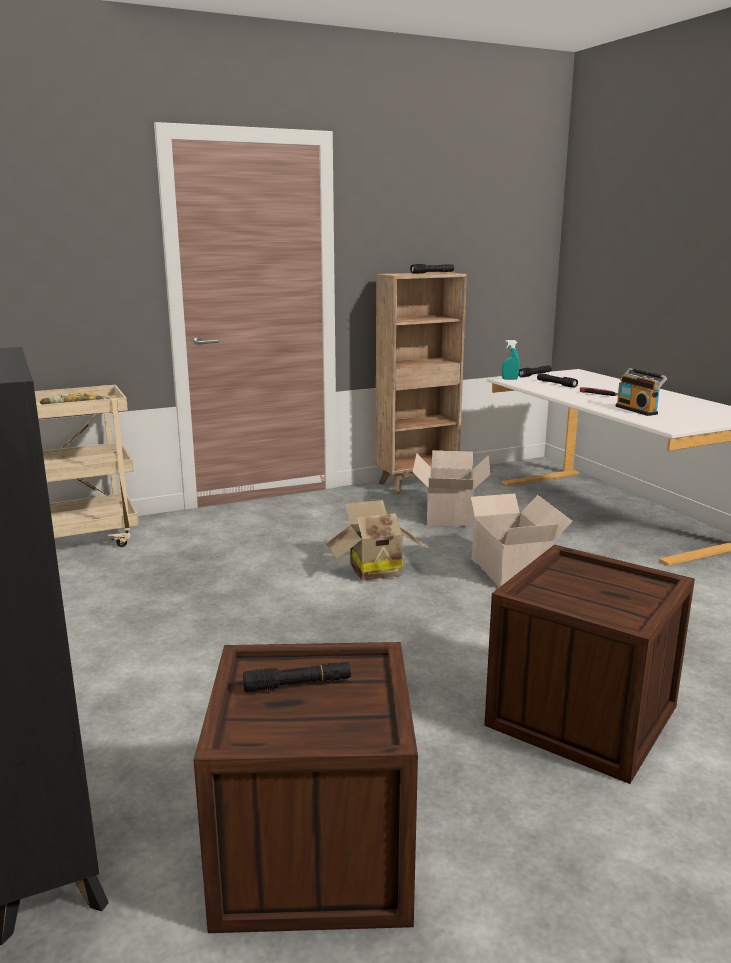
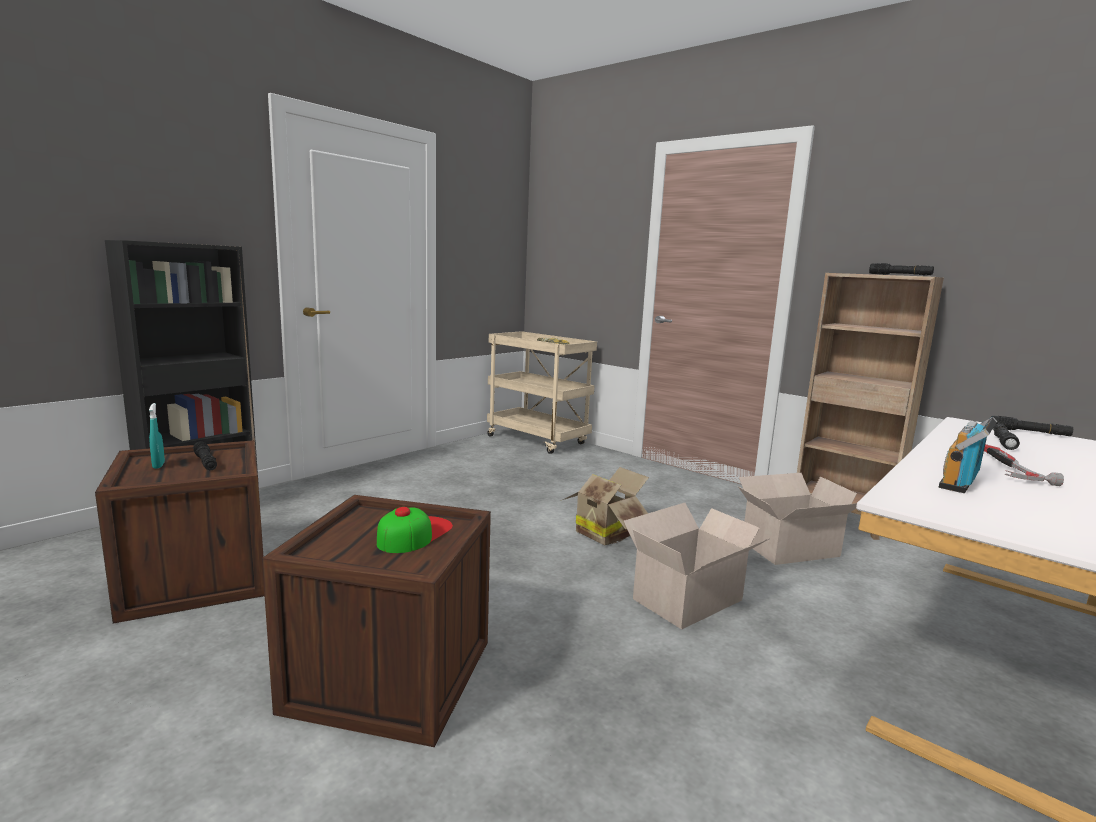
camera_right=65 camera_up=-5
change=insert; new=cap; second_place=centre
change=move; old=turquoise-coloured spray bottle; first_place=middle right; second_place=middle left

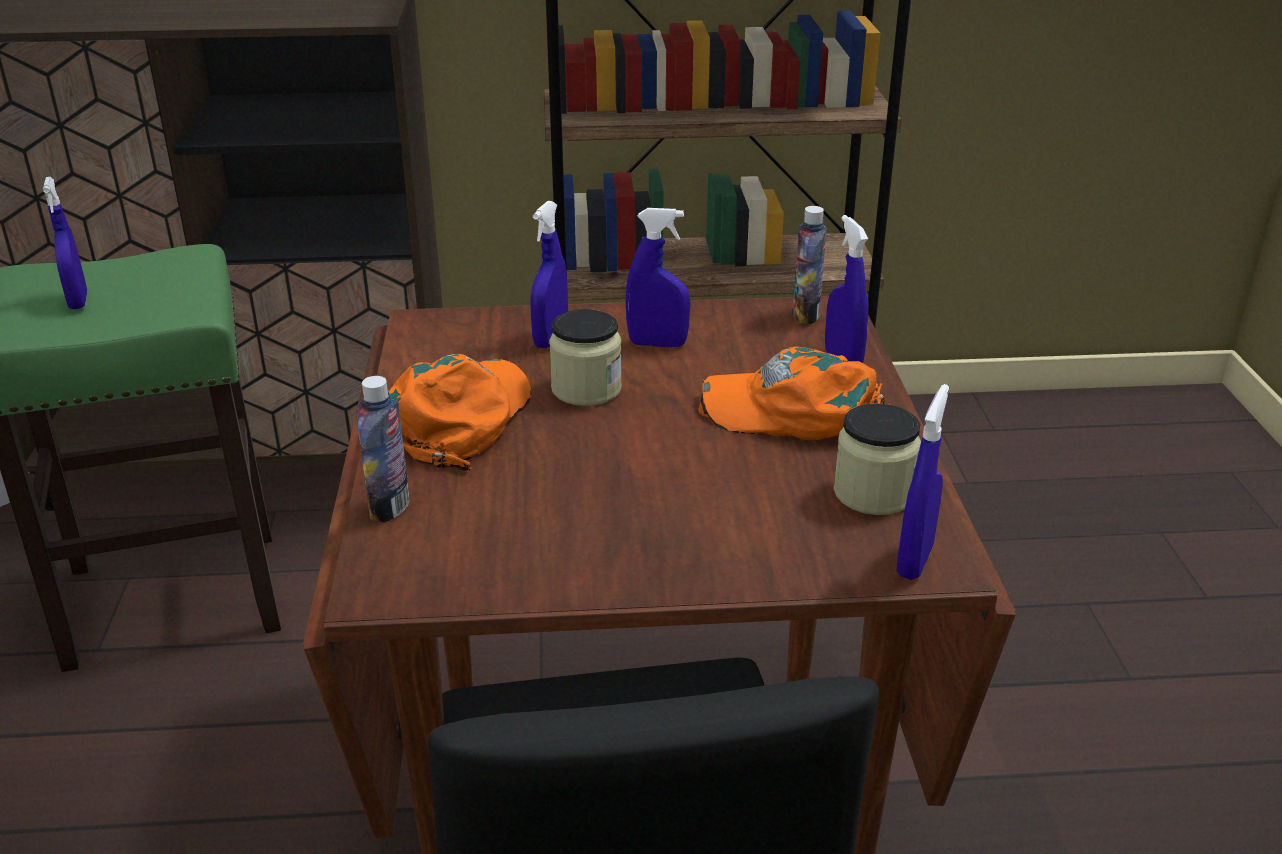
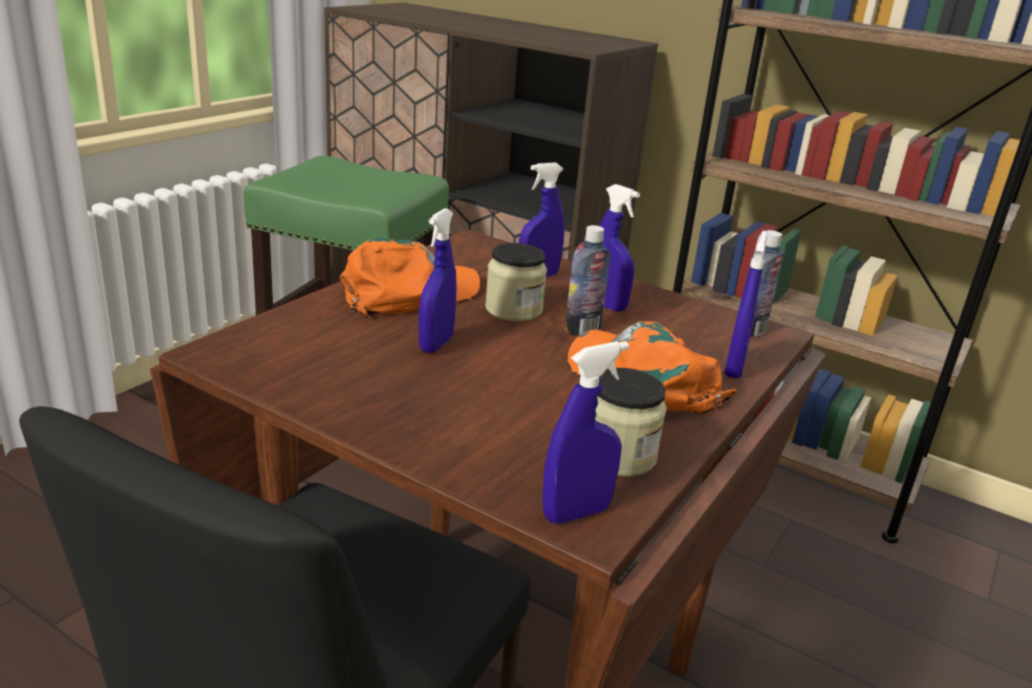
camera_right=35 camera_up=-5
change=move; old=blue-coloured spray bottle (1st from left); first_place=top left; second_place=centre
change=move; old=drink bottle (1st from left); first_place=middle left; second_place=centre

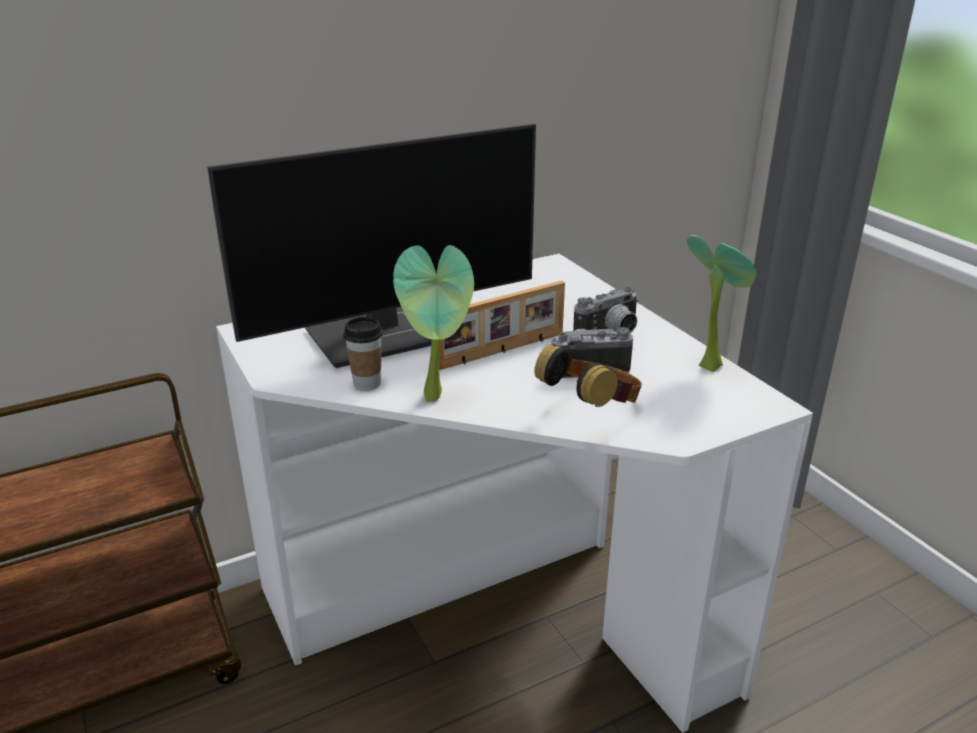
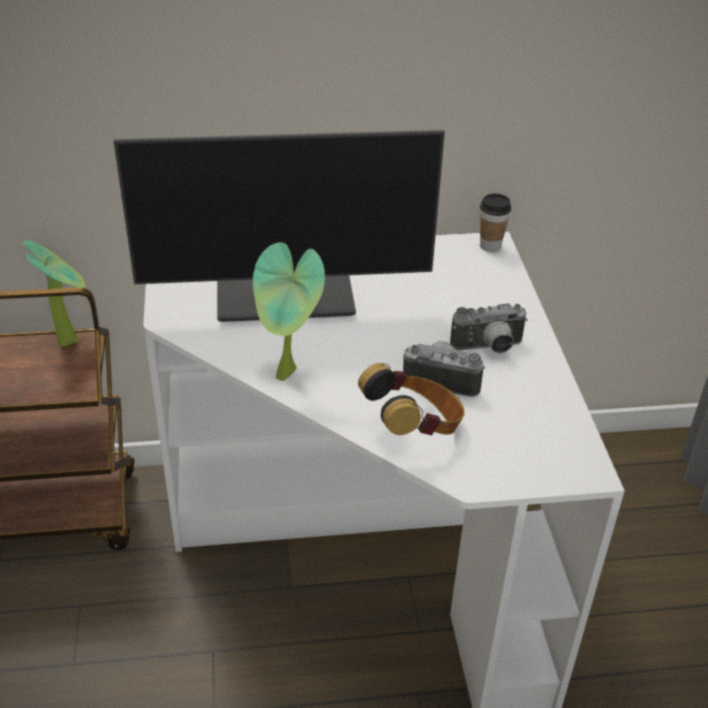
camera_right=20 camera_up=10
change=delete; old=photo frame; first_place=centre
change=move; old=drinking cup; first_place=centre; second_place=top right
change=move; old=potted plant (2nd from left in the first image); new=potted plant (1st from left); first_place=middle right; second_place=middle left

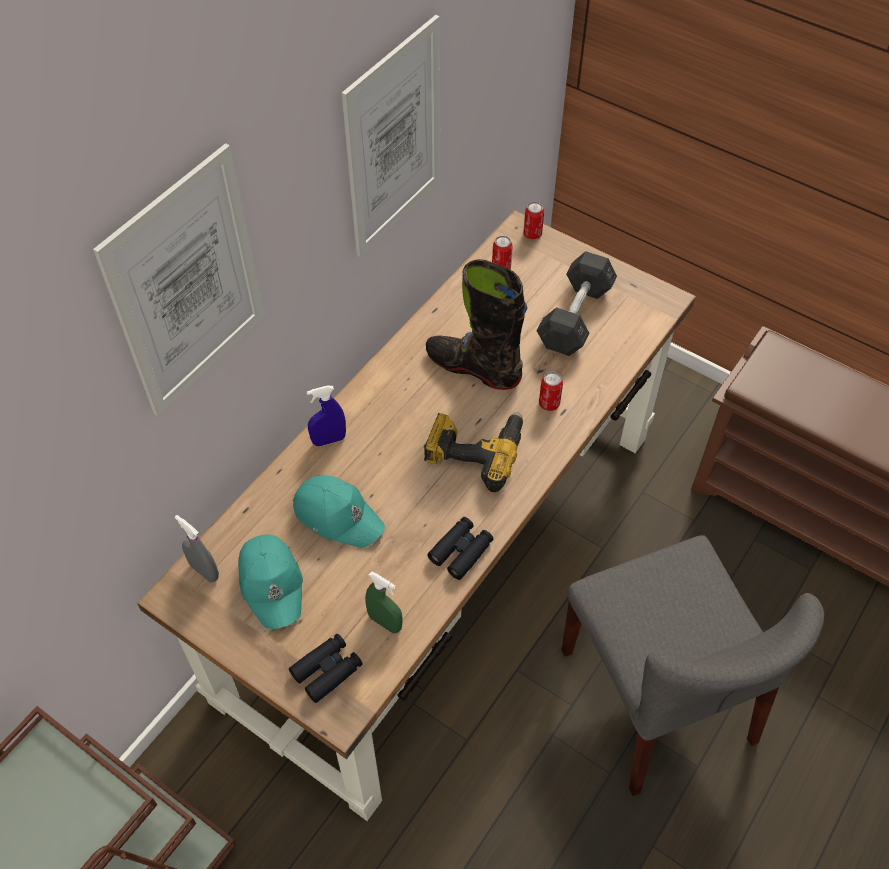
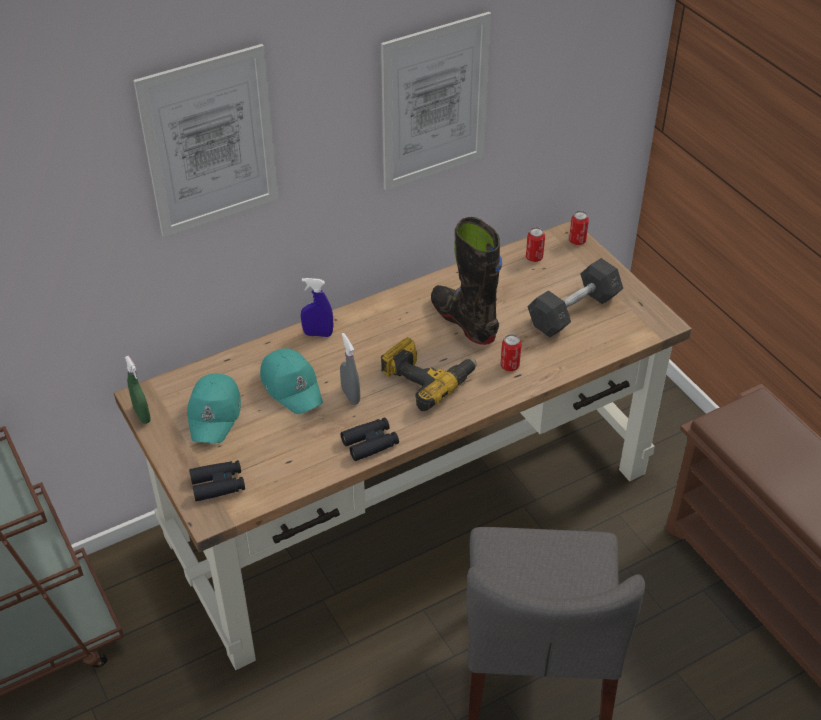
camera_right=25 camera_up=-10
change=move; old=grey spray bottle; first_place=middle left; second_place=centre
change=move; old=green-coloured spray bottle; first_place=bottom centre; second_place=middle left

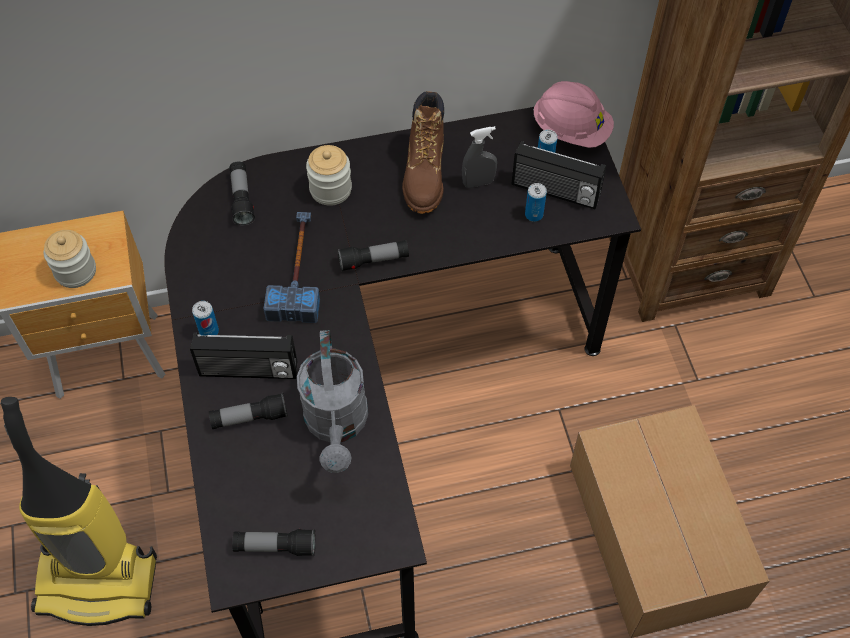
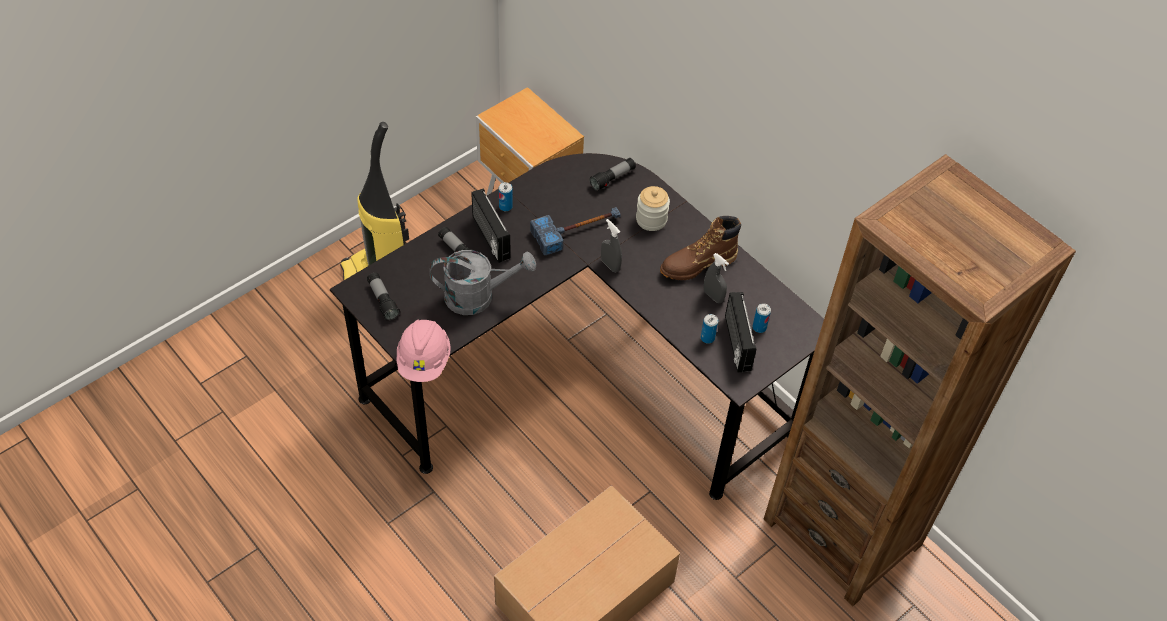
camera_right=60 camera_up=-5
change=delete; old=preserve jar (1st from left); first_place=middle left
change=move; old=pinkish safety helmet; first_place=top right; second_place=centre
change=replace; old=flashlight (4th from left); new=grey spray bottle (1st from left); first_place=centre; second_place=centre
change=rotate; old=grey sprinkling can; first_place=centre; second_place=centre; degrees=-150

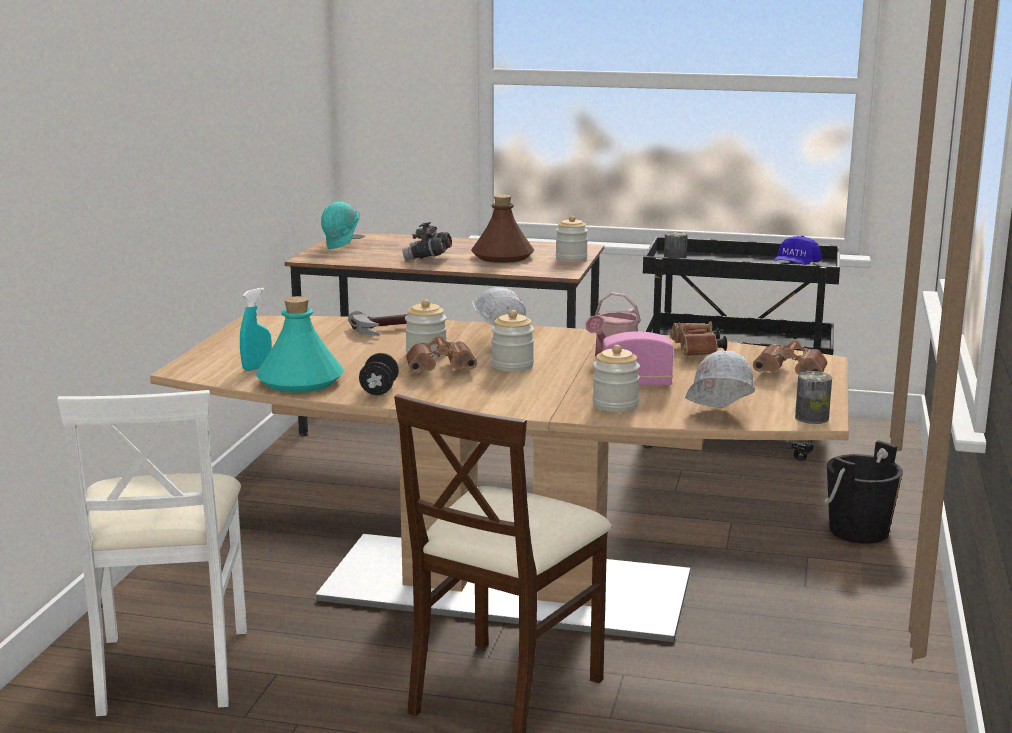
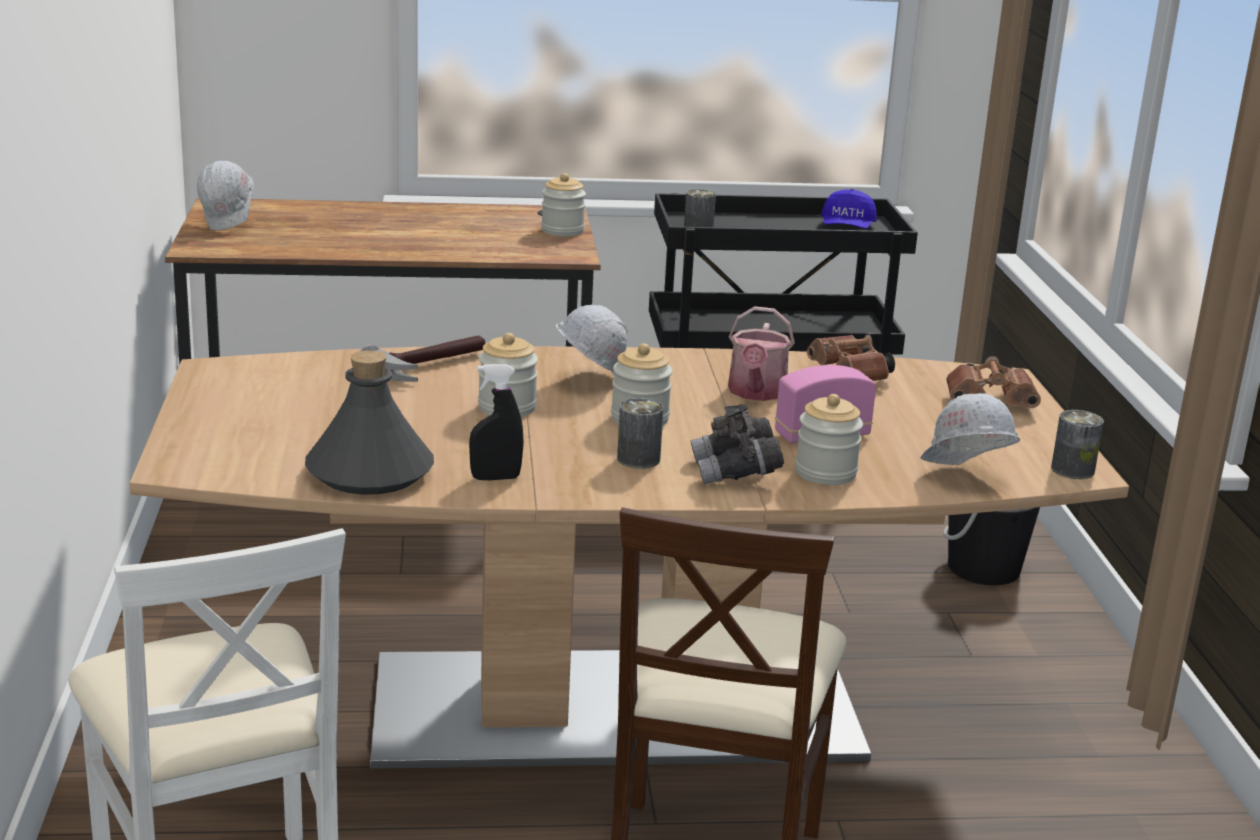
camera_right=-20 camera_up=5
change=delete; old=turquoise-coloured spray bottle; first_place=middle left
change=delete; old=brown pair of binoculars (1st from left); first_place=centre
change=delete; old=brown drink bottle; first_place=top centre
change=insert; new=can (1st from left); second_place=centre
change=move; old=grey pair of binoculars; first_place=top centre; second_place=centre
change=replace; old=black free weight; new=black spray bottle; first_place=centre; second_place=centre
change=recolor; old=turquoise-coloured drink bottle; new=grey drink bottle; first_place=middle left; second_place=middle left
change=recolor; old=turquoise-coloured safety helmet; new=white safety helmet (1st from left); first_place=top centre; second_place=top left

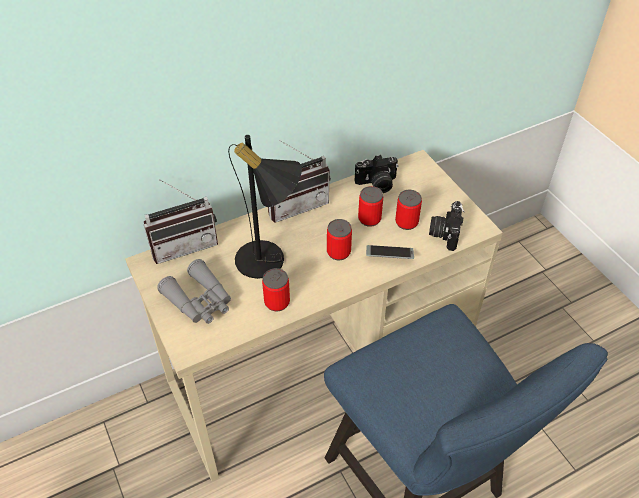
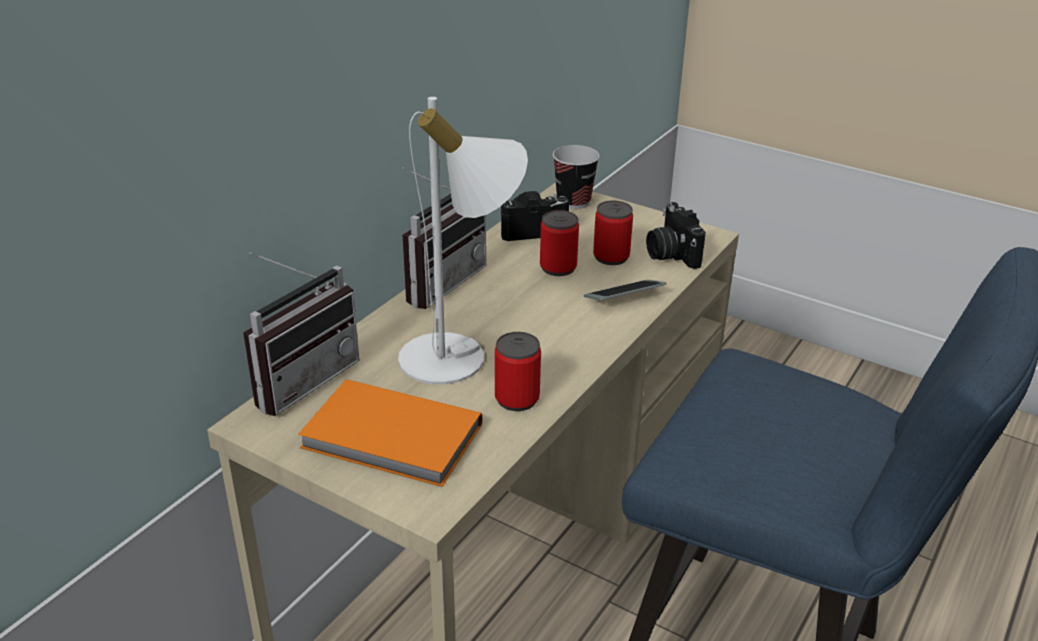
camera_right=-30 camera_up=-15
change=delete; old=can (2nd from left); first_place=centre
change=insert; new=drinking cup; second_place=top centre
change=replace; old=grey pair of binoculars; new=orangey volume; first_place=middle left; second_place=bottom centre
change=recolor; old=black tabletop lamp; new=white tabletop lamp; first_place=centre; second_place=centre
change=rotate; old=photo camera (1st from left); first_place=centre; second_place=centre; degrees=-150

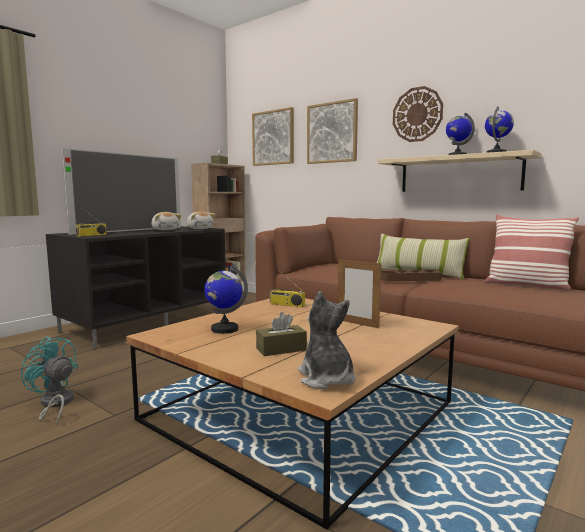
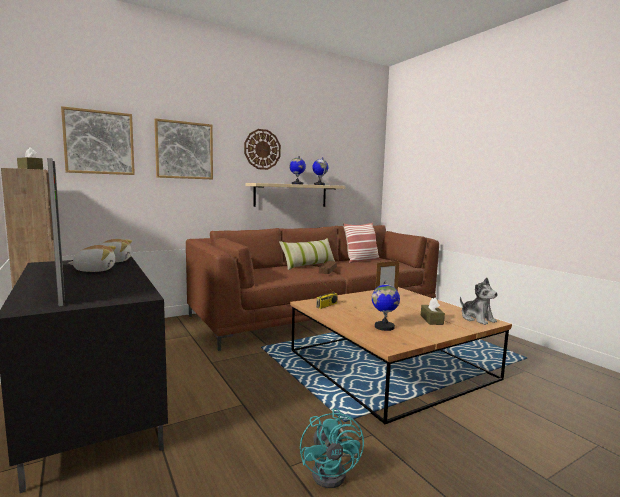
camera_right=-70 camera_up=0
change=delete; old=radio (1st from left); first_place=middle left
change=rotate; old=turquoise-coloured electric fan; first_place=bottom left; second_place=bottom centre; degrees=-60
change=rotate; old=plush toy (3rd from left); first_place=centre; second_place=middle right; degrees=-120

